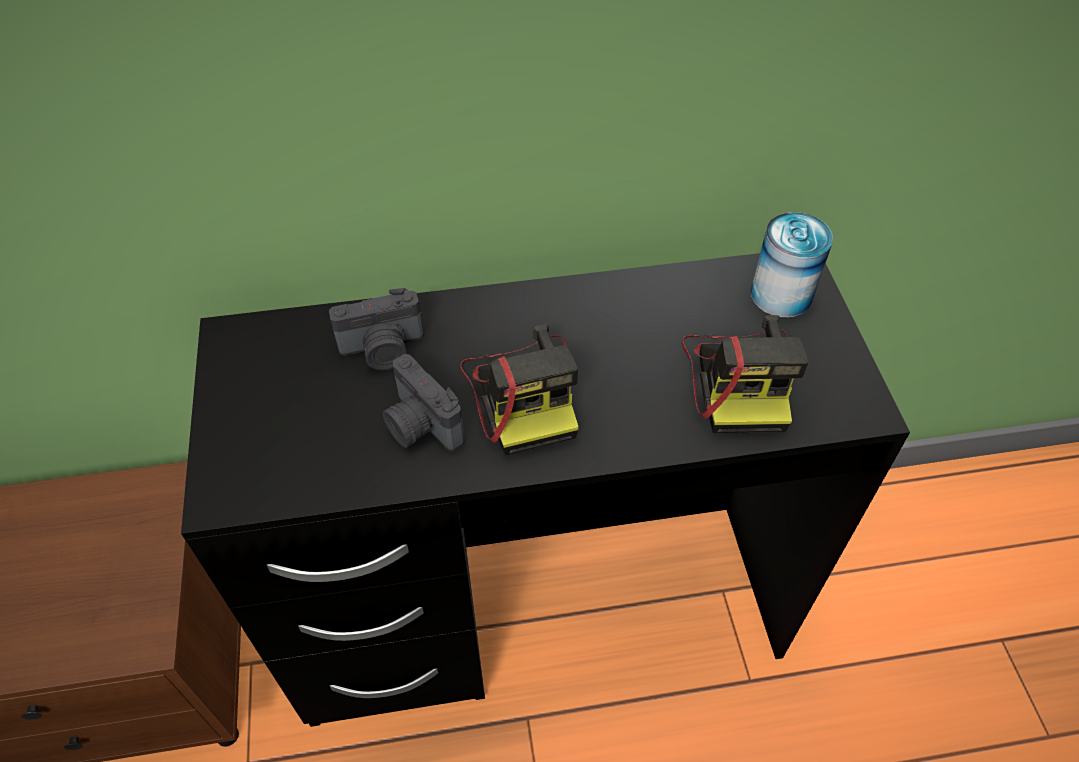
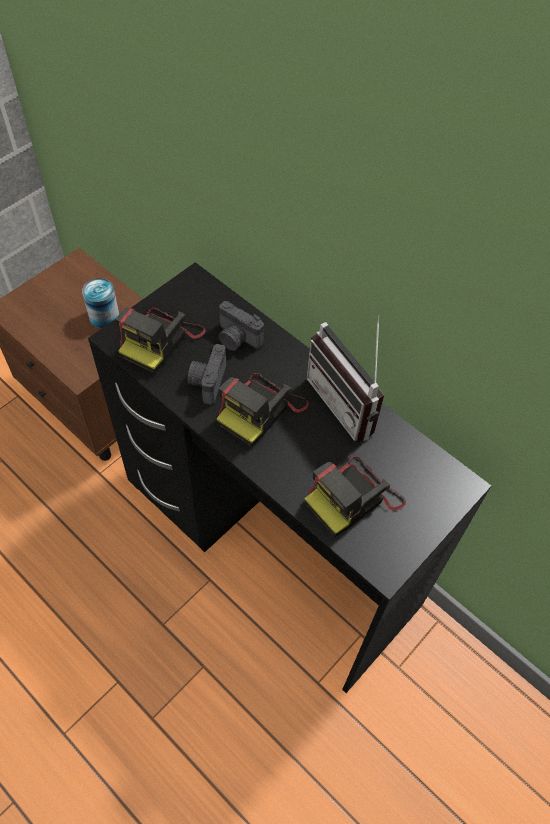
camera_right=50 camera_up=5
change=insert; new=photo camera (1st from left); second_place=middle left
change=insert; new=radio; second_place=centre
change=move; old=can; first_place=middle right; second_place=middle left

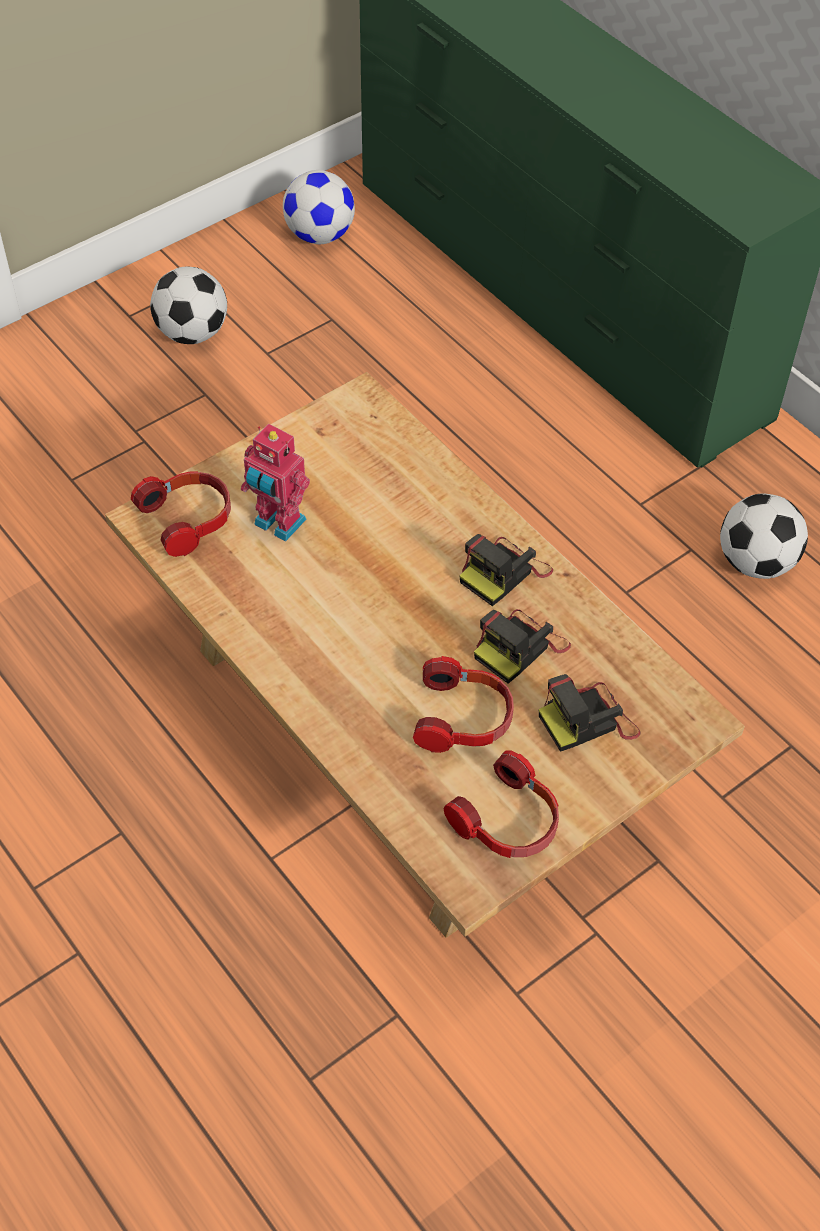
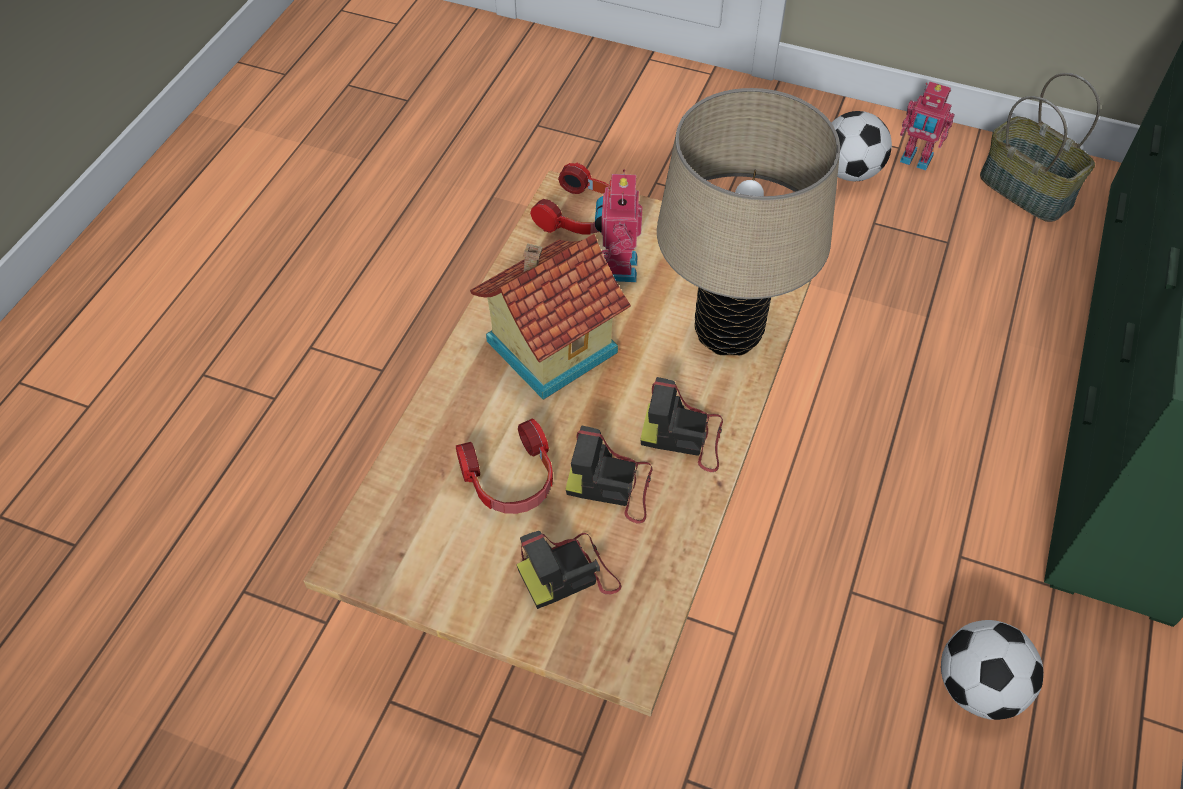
camera_right=60 camera_up=0
change=delete; old=pair of headphones (3rd from left); first_place=centre
change=insert; new=miniature house; second_place=centre
change=insert; new=beige-coloured tabletop lamp; second_place=top centre
change=insert; new=robot figure (2nd from left); second_place=top right
change=replace; old=football ball (2nd from left); new=household basket; first_place=top centre; second_place=top right
change=rotate; old=photo camera (3rd from left in the first image); first_place=middle right; second_place=bottom centre; degrees=-60

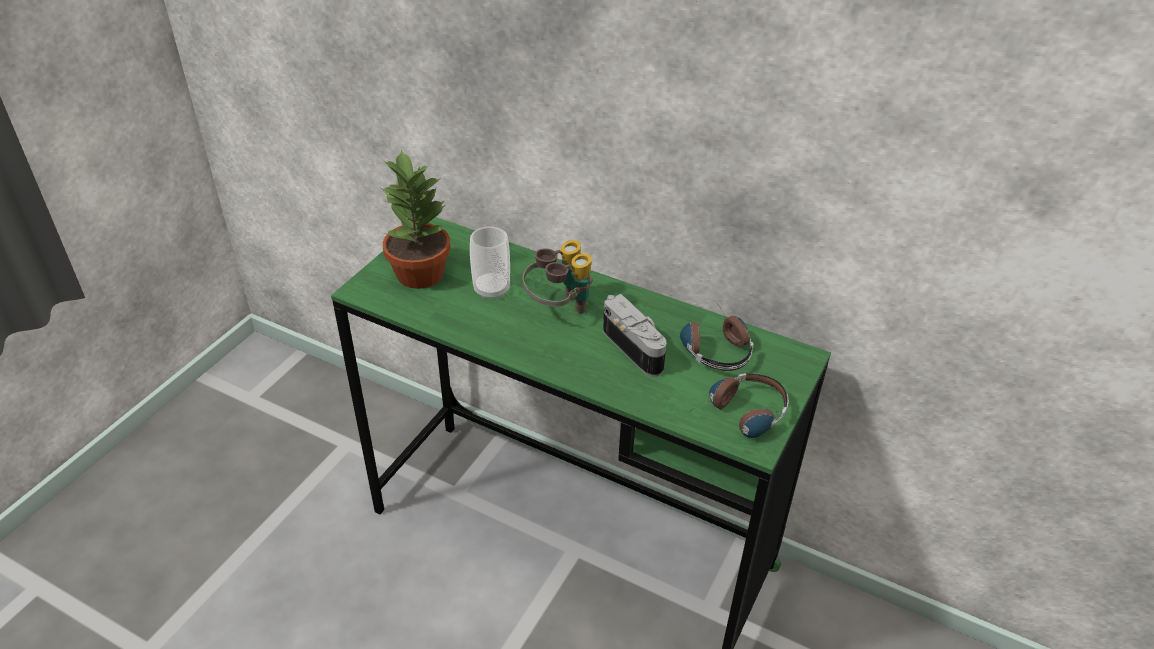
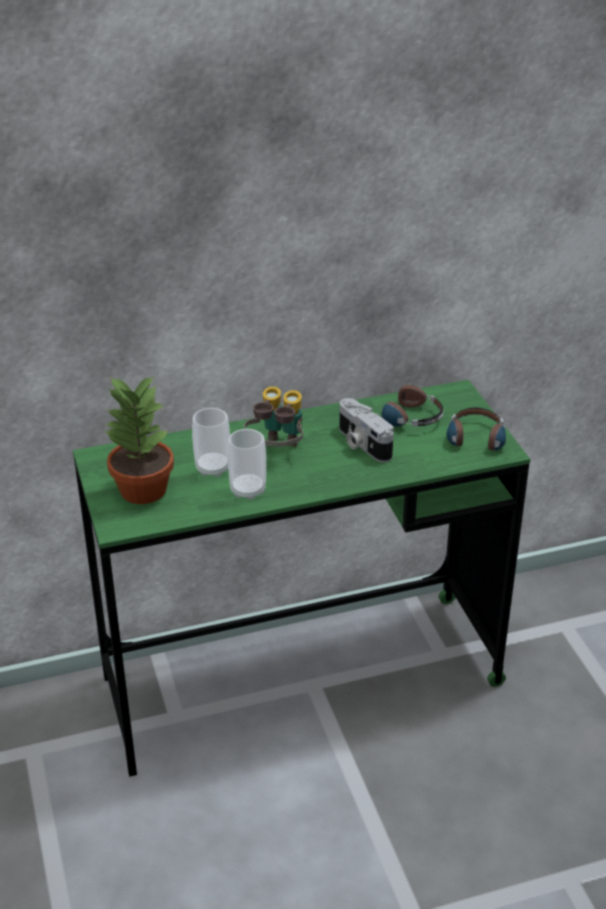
camera_right=-45 camera_up=-5
change=insert; new=drinking cup (2nd from left); second_place=centre
change=rotate; old=photo camera; first_place=centre; second_place=centre; degrees=-135

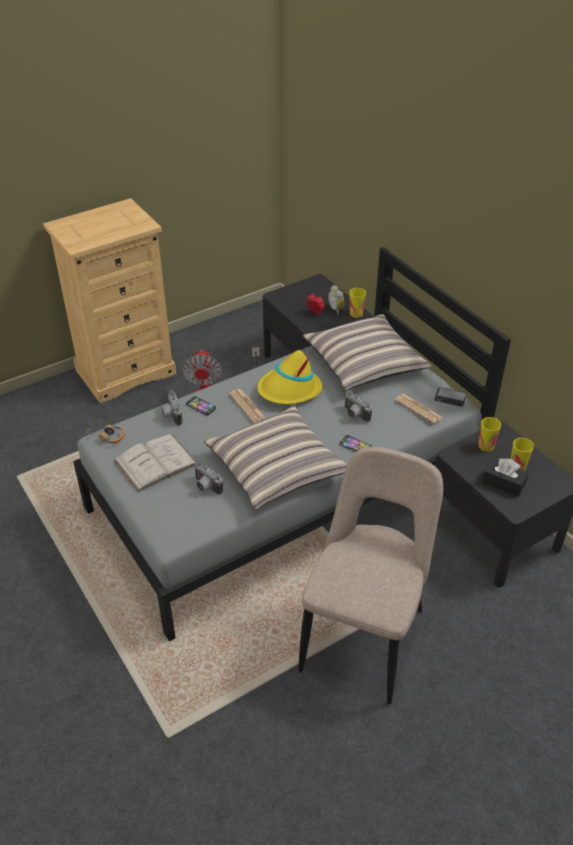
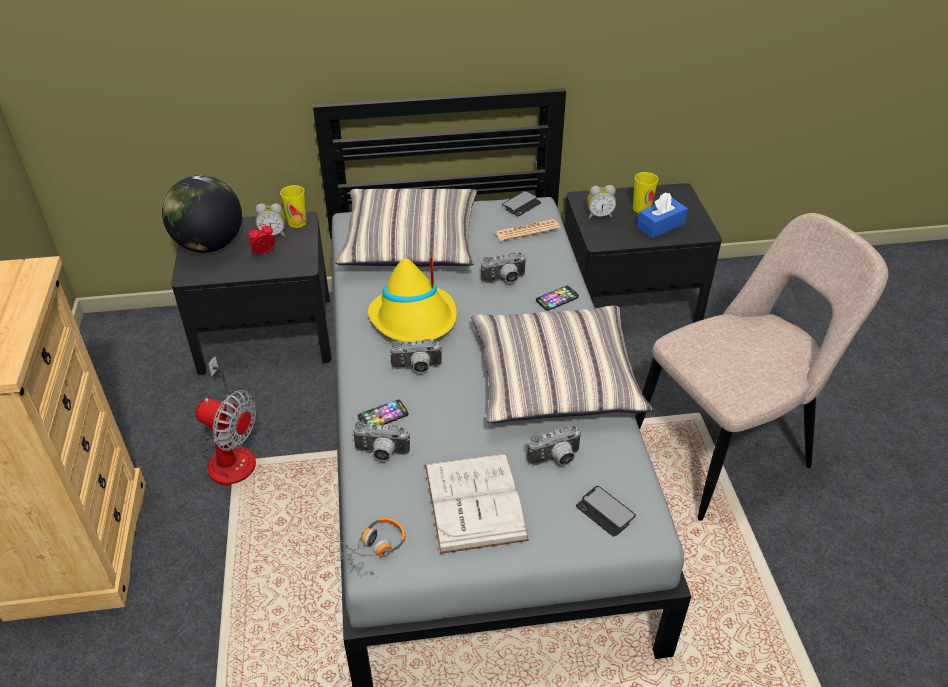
camera_right=-65 camera_up=0
change=insert; new=globe; second_place=top left
change=insert; new=phone (4th from left); second_place=bottom centre
change=replace; old=printed paper (1st from left); new=photo camera (2nd from left); first_place=centre; second_place=centre
change=replace; old=drinking cup (2nd from left); new=table clock (3rd from left); first_place=middle right; second_place=top centre
change=recolor; old=black tissue holder; new=blue-coloured tissue holder; first_place=middle right; second_place=top right
change=rotate; old=beige-coloured upright chair; first_place=bottom centre; second_place=middle right; degrees=105

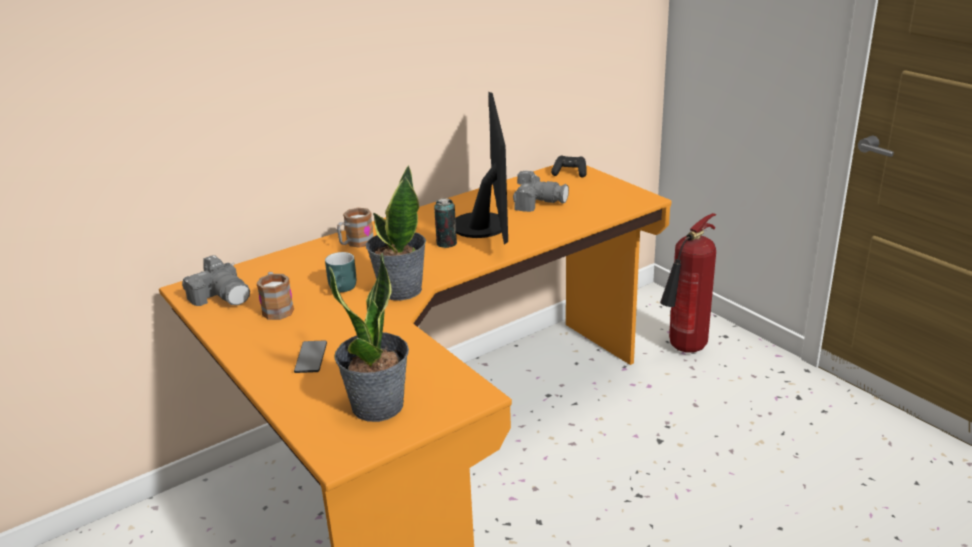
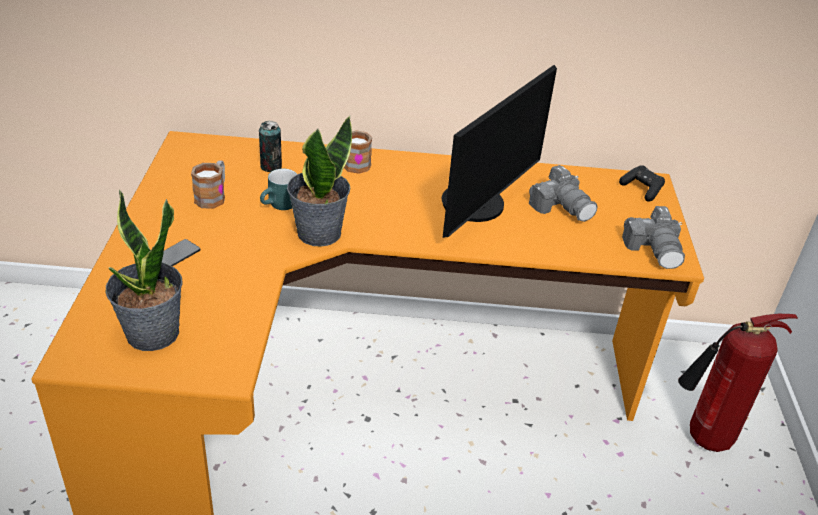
camera_right=35 camera_up=10
change=move; old=photo camera (1st from left in the first image); new=photo camera (2nd from left); first_place=middle left; second_place=middle right
change=move; old=can; first_place=centre; second_place=top left

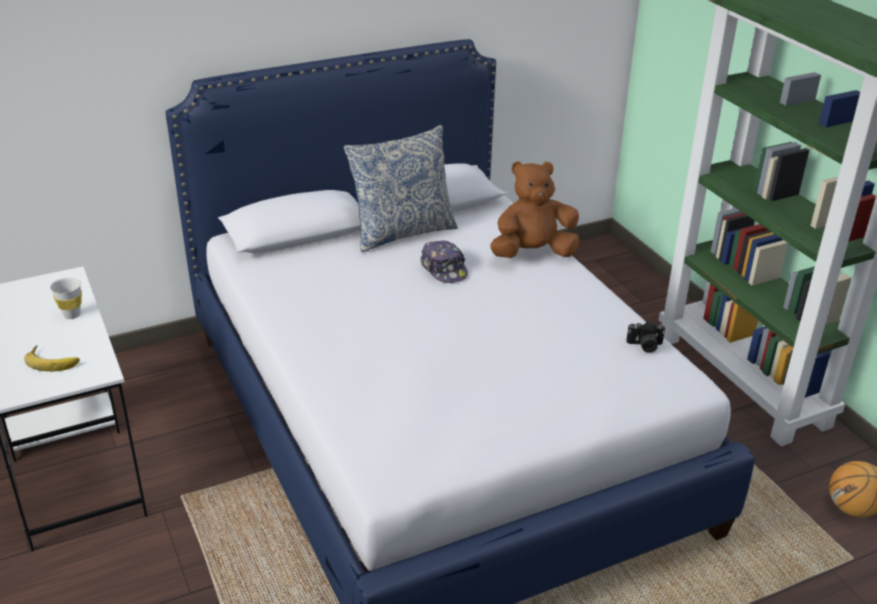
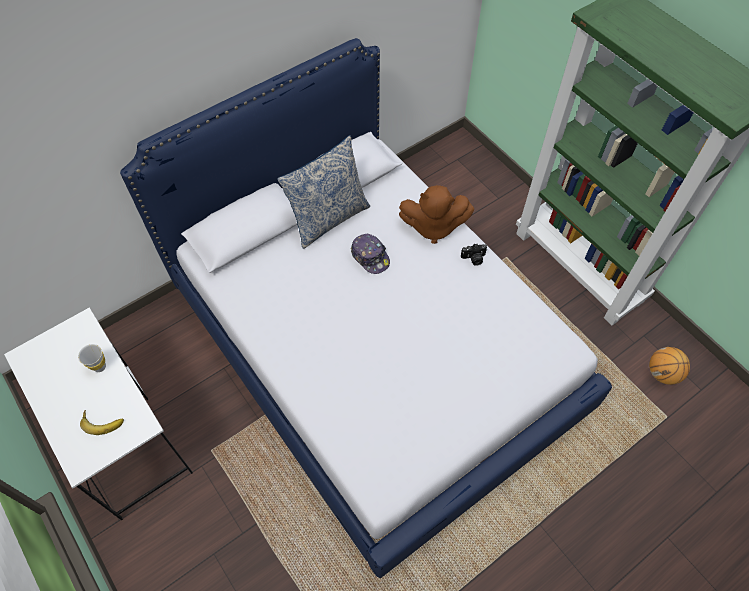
camera_right=-10 camera_up=25
change=move; old=photo camera; first_place=middle right; second_place=centre
change=rotate; old=brown plush toy; first_place=centre; second_place=centre; degrees=-150

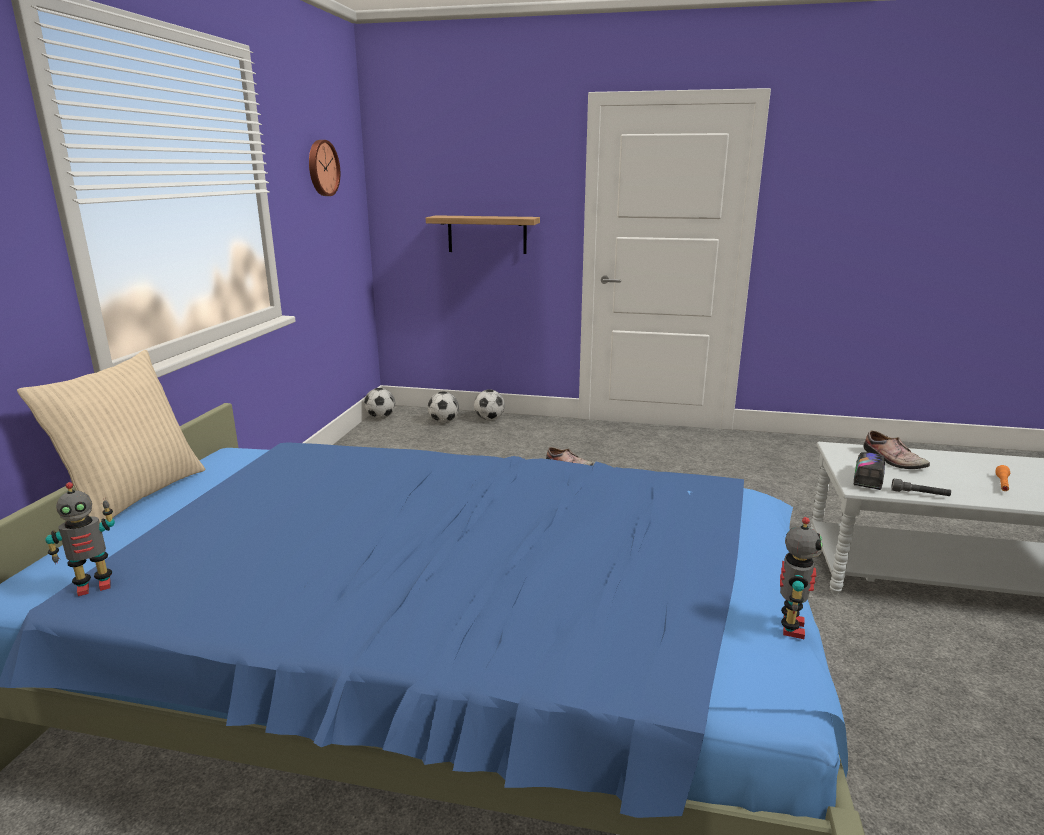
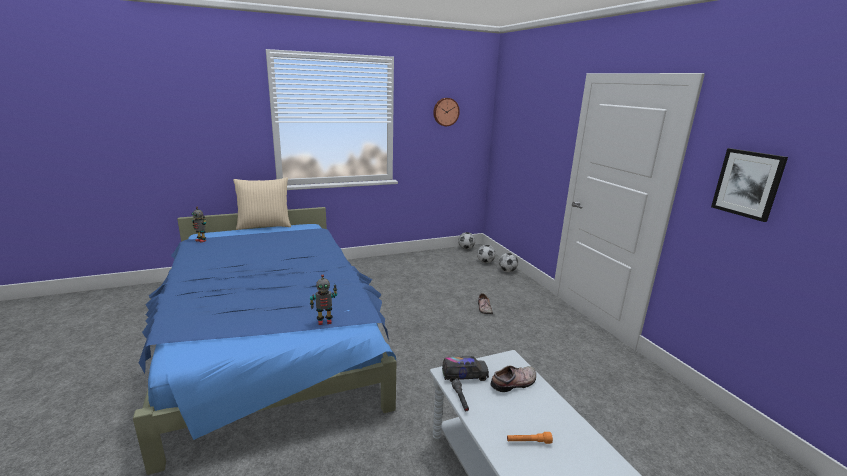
camera_right=55 camera_up=0
change=delete; old=shelf; first_place=top centre
change=insert; new=picture; second_place=middle right
change=move; old=robot figure (2nd from left); first_place=bottom right; second_place=centre
change=rotate; old=item of footwear (2nd from left); first_place=middle right; second_place=bottom centre; degrees=-150

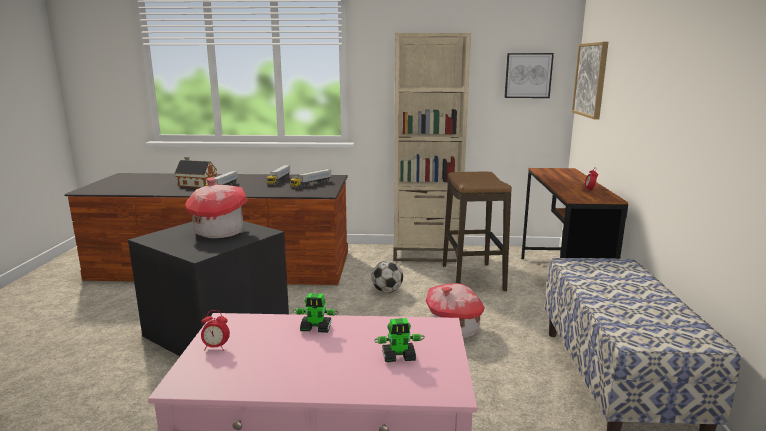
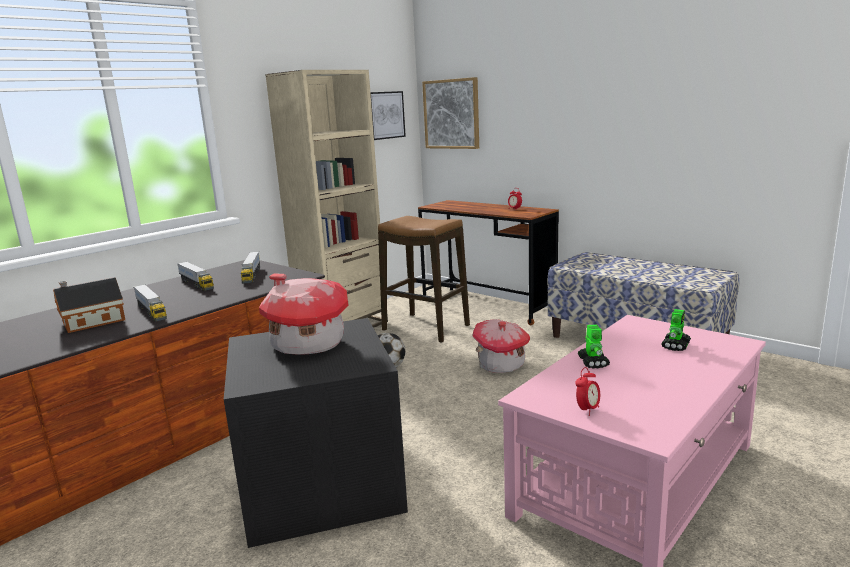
camera_right=-50 camera_up=0
change=rotate; old=robot figure (1st from left); first_place=bottom centre; second_place=middle right; degrees=-45

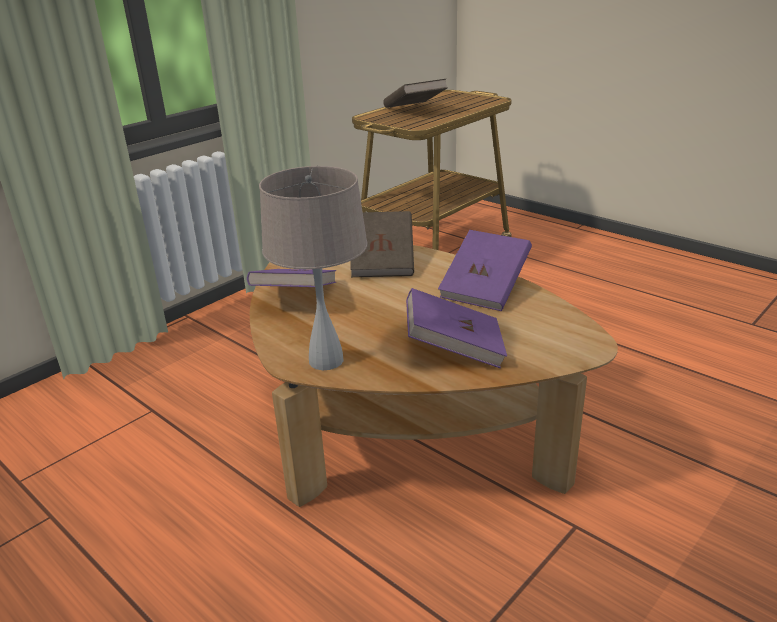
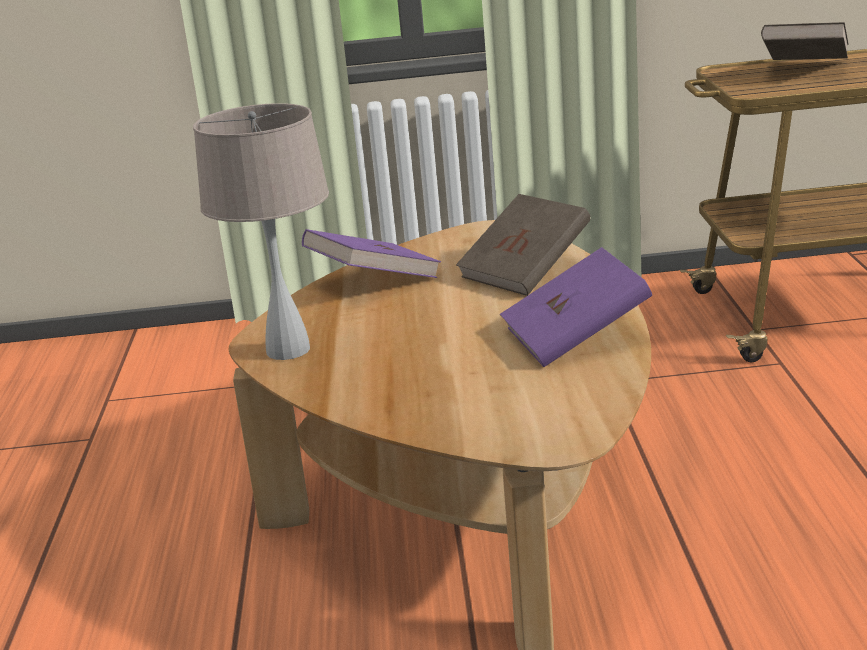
camera_right=45 camera_up=-5
change=delete; old=purple-coloured volume (2nd from left); first_place=centre

